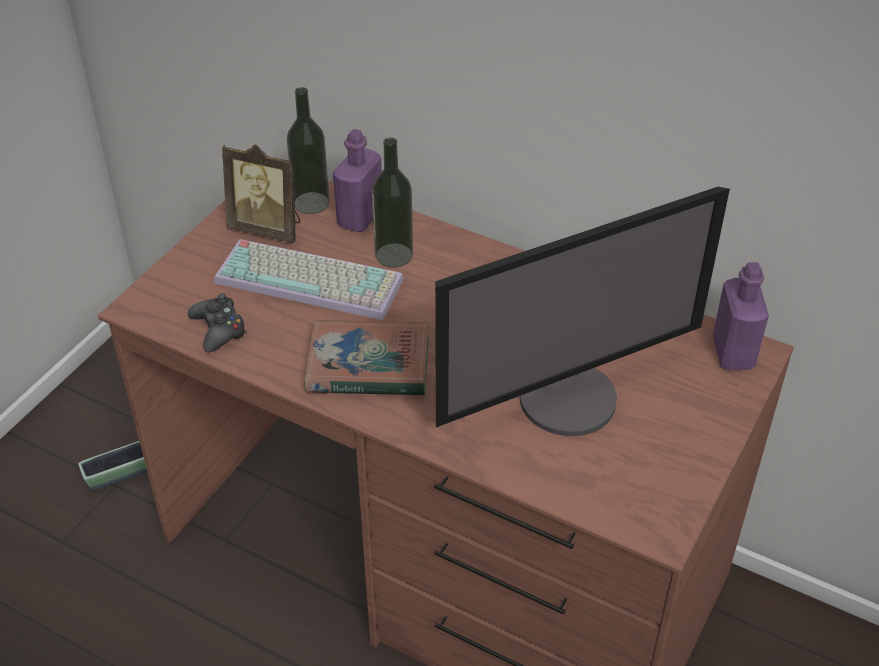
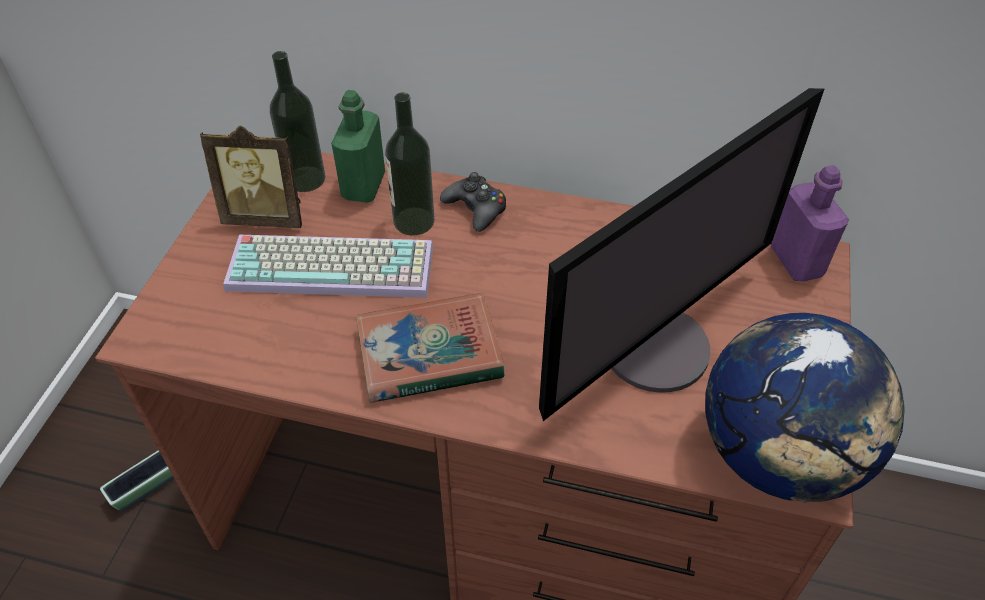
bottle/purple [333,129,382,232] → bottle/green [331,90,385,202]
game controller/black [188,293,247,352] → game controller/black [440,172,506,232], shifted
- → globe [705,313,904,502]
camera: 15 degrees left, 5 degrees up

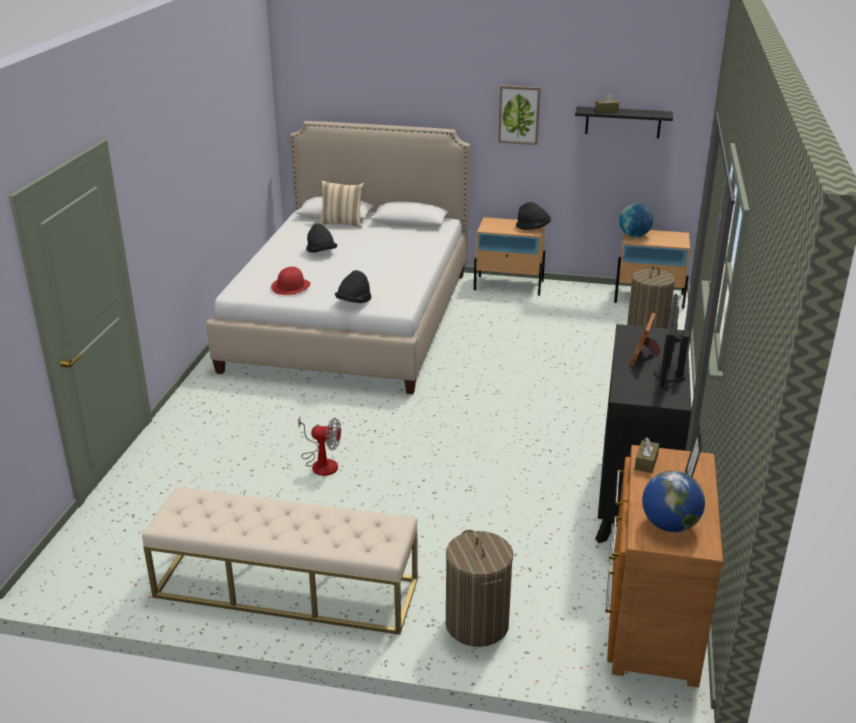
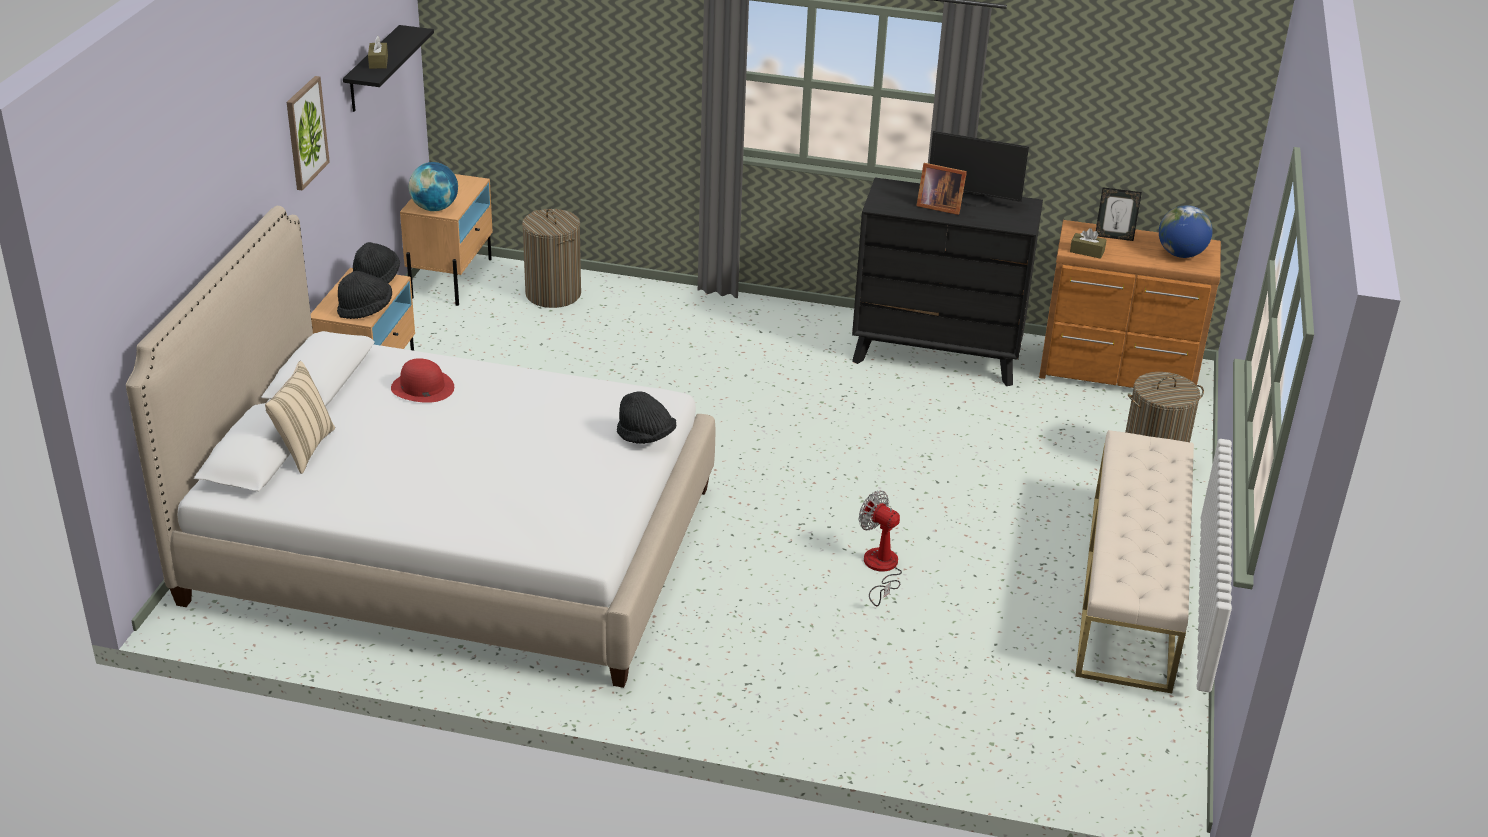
hat/black [306,223,337,253] → hat/black [337,271,392,319], shifted
hat/red [271,267,311,295] → hat/red [391,358,454,403], shifted
fan [298,417,341,476] → fan [859,490,902,606], 60 degrees counterclockwise
camera: 90 degrees left, 5 degrees up

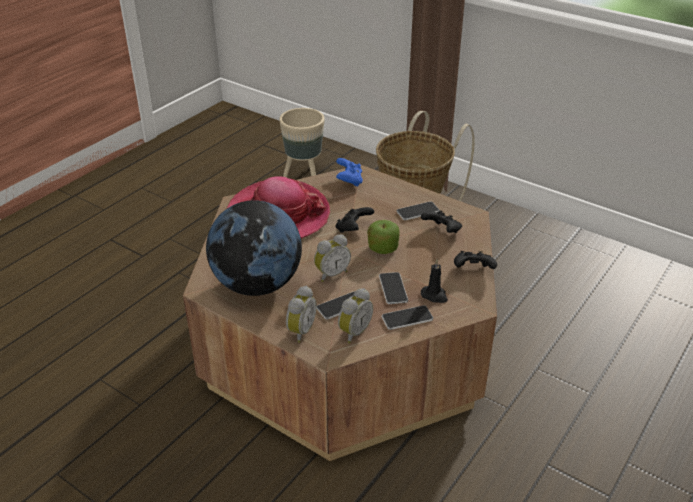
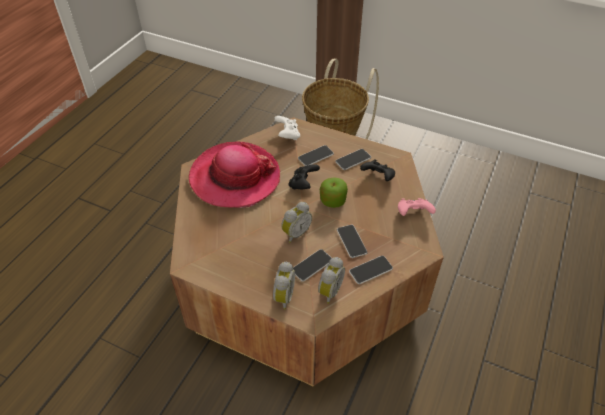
game controller/blue [336,158,363,187] → game controller/white [275,116,300,140]
- → phone [298,145,334,166]
game controller/black [454,251,497,269] → game controller/pink [398,198,436,216]
globe [206,200,302,296] → -
planter/beige [279,108,325,178] → -
candle/black [421,259,448,303] → -
camera: 10 degrees left, 10 degrees up

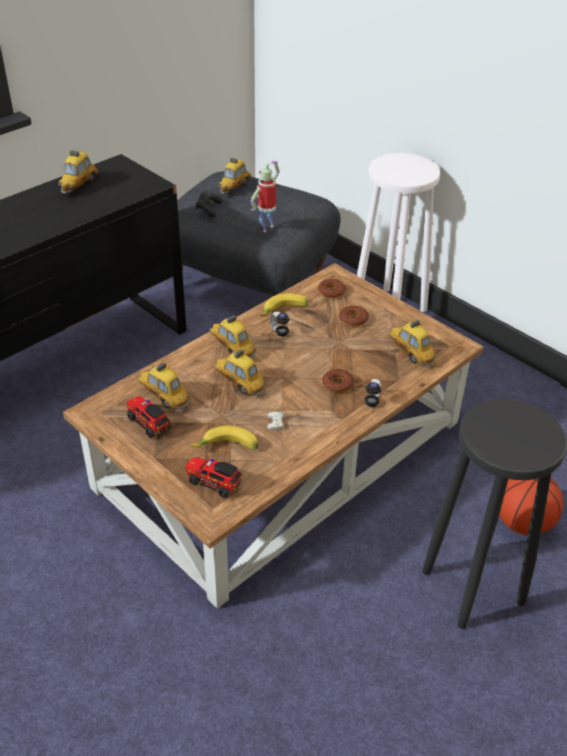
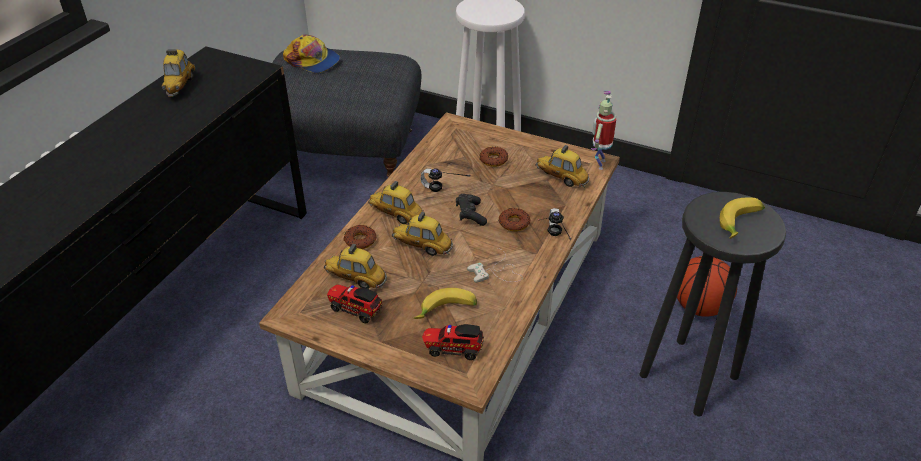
toy car [218,158,251,194] → cap [283,35,340,73]
donut [317,278,346,298] → donut [343,225,376,249], shifted
game controller/black [196,191,222,217] → game controller/black [456,194,487,226], shifted
toy robot [251,161,280,232] → toy robot [591,91,616,170], shifted
banana [259,293,309,316] → banana [720,197,765,239], shifted
camera: 20 degrees left, 0 degrees up

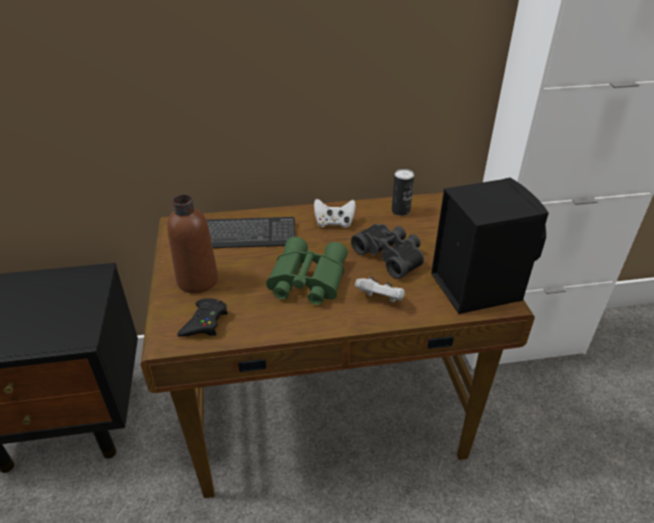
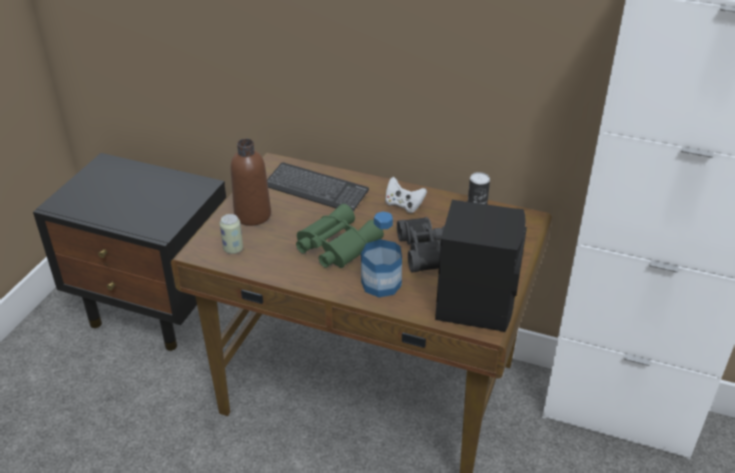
game controller/black [177,298,228,337] → can [220,214,243,254]
game controller/white [355,276,405,303] → bottle [361,211,402,297]
camera: 30 degrees right, 0 degrees up

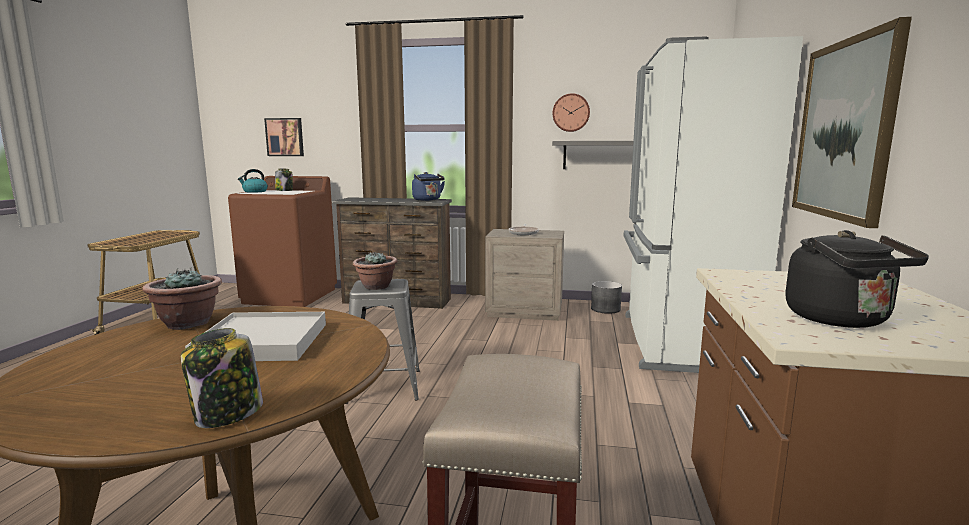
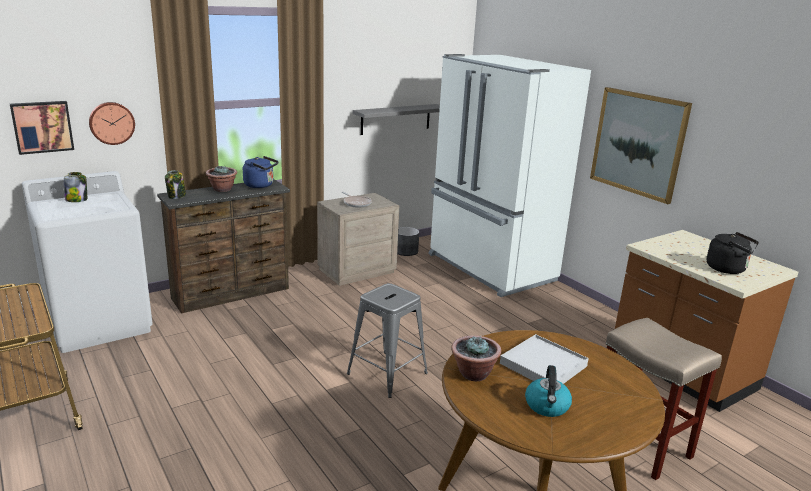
washing machine/brown [228,176,337,307] → washing machine/white [22,171,153,353]
wall clock [553,93,590,132] → wall clock [89,102,135,145], shifted
jar [181,328,263,428] → jar [165,170,186,199], shifted
potted plant [353,252,397,290] → potted plant [206,165,237,192], shifted
kettle [238,169,268,193] → kettle [525,365,572,417], shifted
camera: 45 degrees left, 10 degrees up

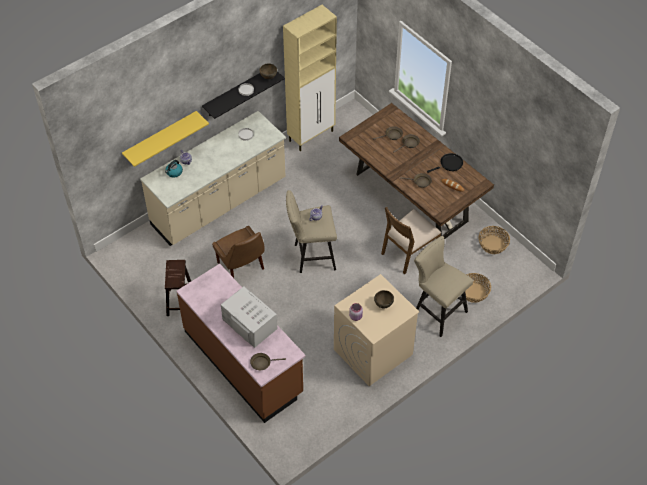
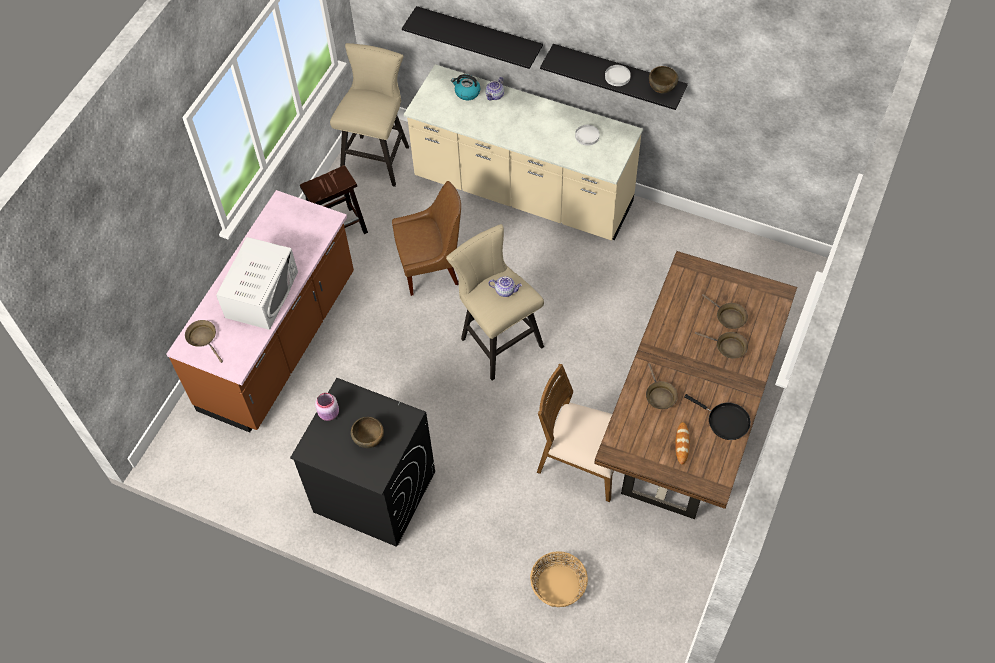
washing machine/beige [334,274,419,386] → washing machine/black [290,378,435,547]
stool/beige [414,236,473,337] → stool/beige [330,43,409,187], shifted
chair/brown [212,226,265,278] → chair/brown [392,181,461,296], 135 degrees counterclockwise
shelf/yellow [122,111,209,167] → shelf/black [402,6,543,69]
cabinet/beige [283,5,337,151] → -
basket [479,226,510,254] → -
camera: 65 degrees right, 5 degrees up

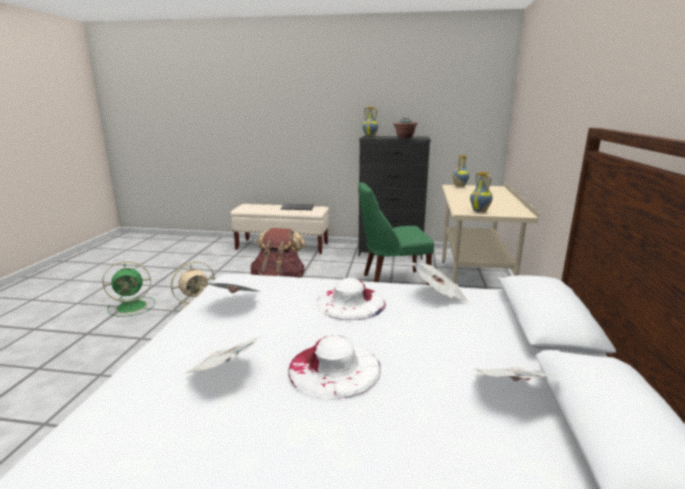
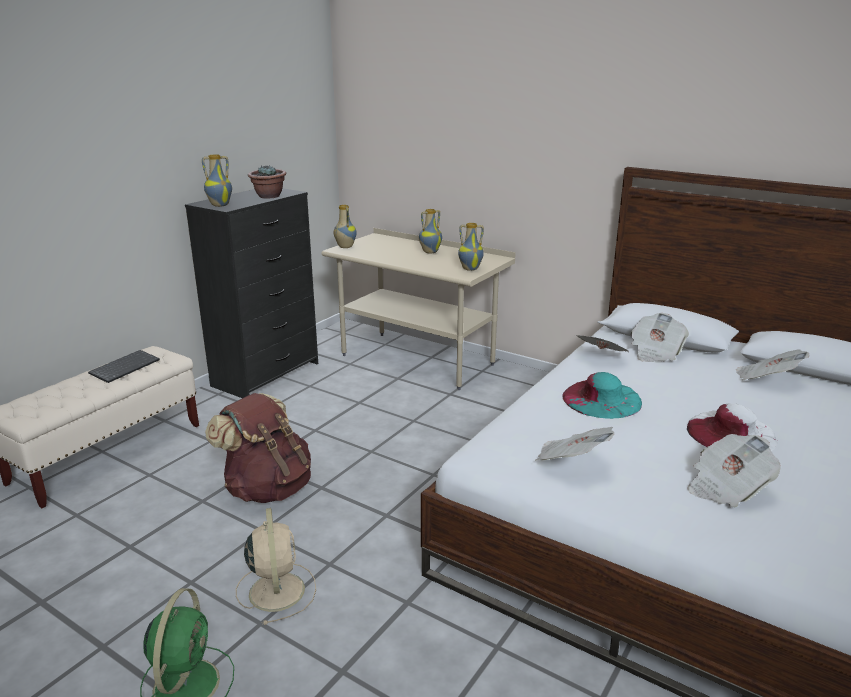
- → vase [419,209,442,253]
hat/white [316,278,386,320] → hat/turquoise [562,372,642,419]
- → newspaper [630,313,689,362]
chair/green [358,182,434,285] → -
camera: 65 degrees left, 5 degrees up

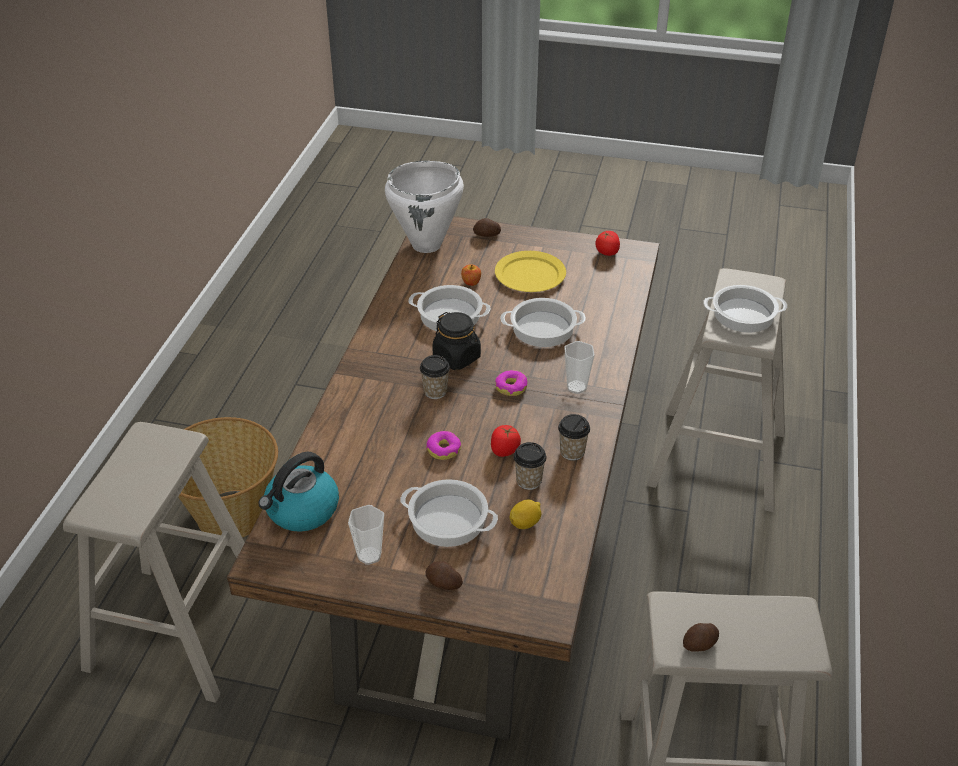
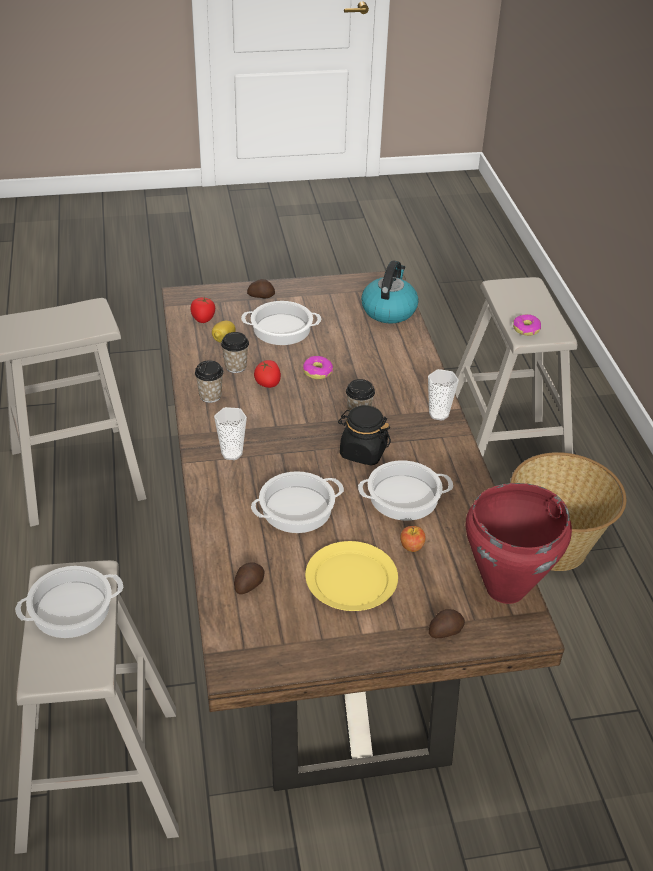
tomato [595,231,620,256] → tomato [191,296,215,323], shifted
potato [683,623,719,652] → potato [234,562,264,594], shifted
cup [348,505,384,565] → cup [428,369,459,421], shifted
cooking pot/white [385,161,464,253] → cooking pot/red [465,483,572,604]
donut [495,370,527,396] → donut [513,314,541,336], shifted
camera: 155 degrees right, 0 degrees up

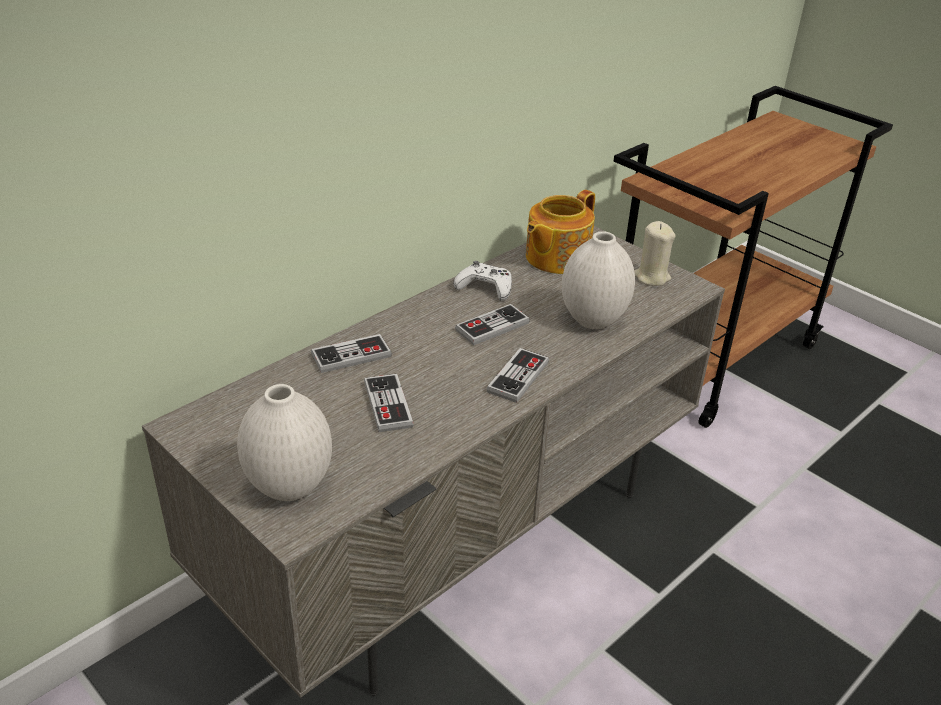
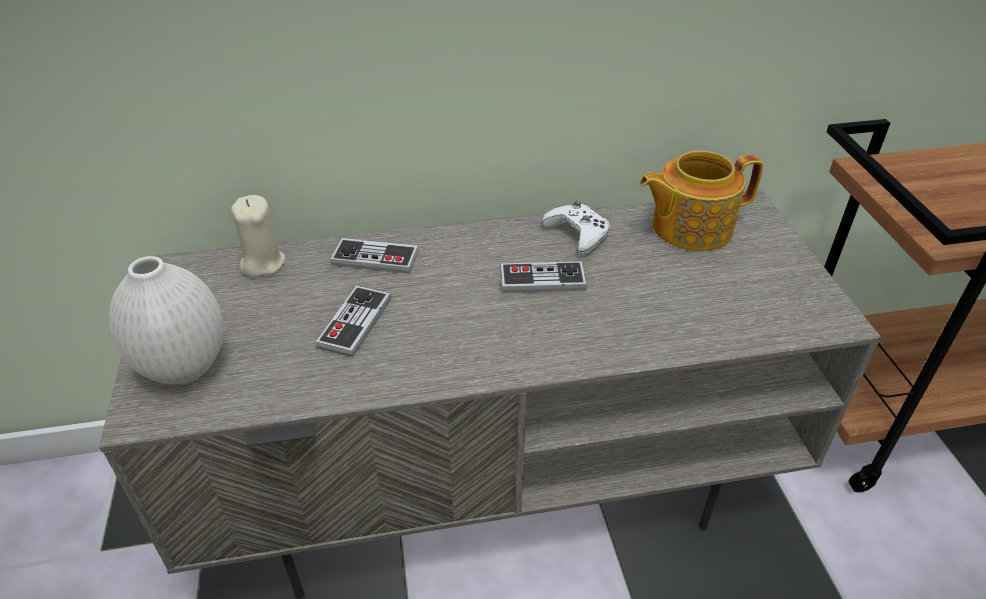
candle/beige [634,221,676,286] → candle/beige [231,195,285,277], shifted
game controller [487,348,549,403] → -
vase/white [562,231,635,329] → -
camera: 35 degrees right, 5 degrees up

